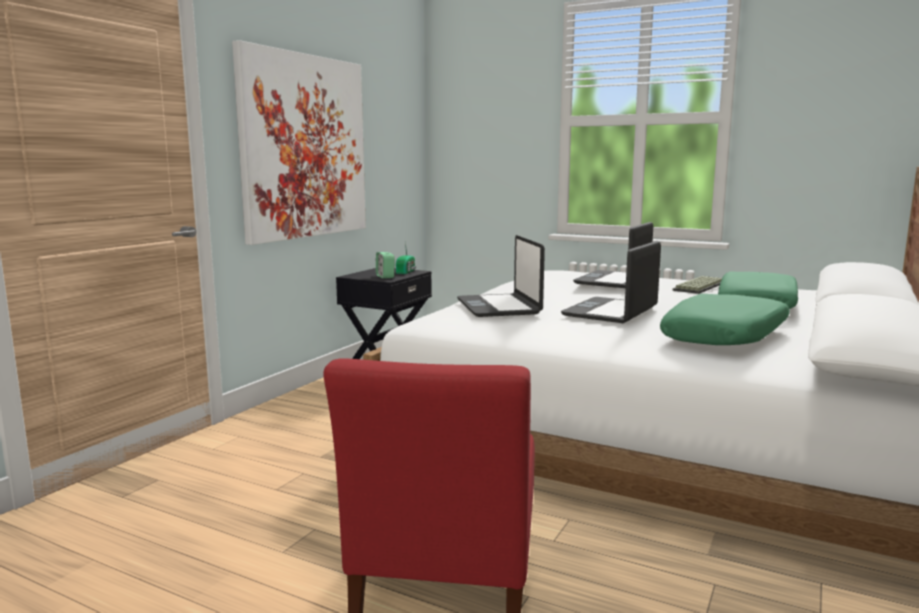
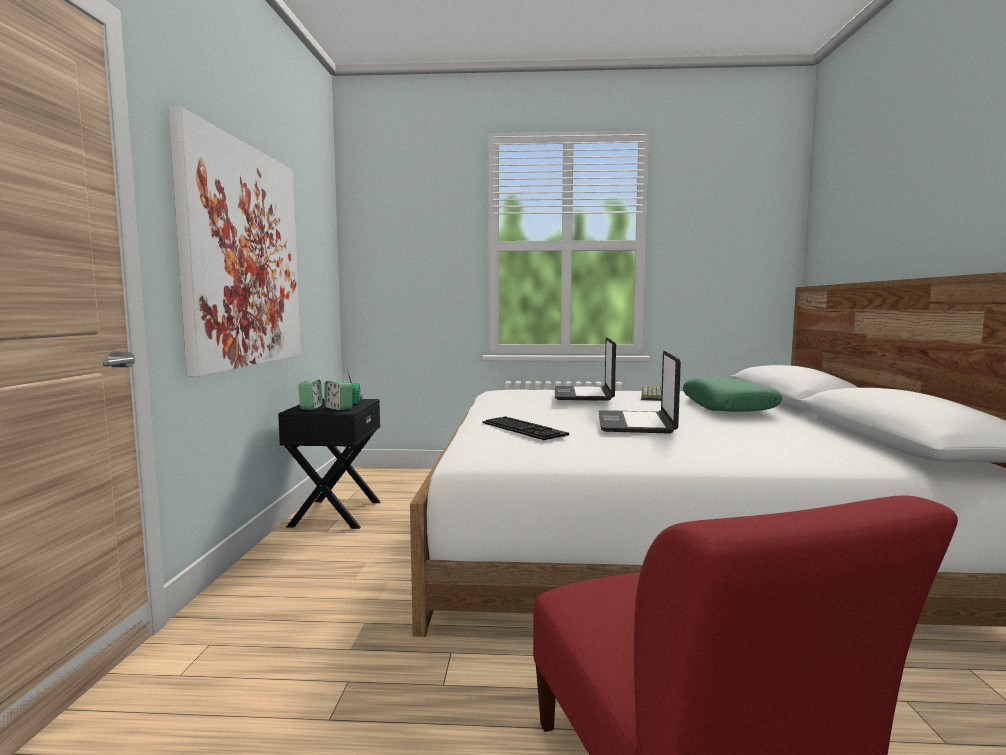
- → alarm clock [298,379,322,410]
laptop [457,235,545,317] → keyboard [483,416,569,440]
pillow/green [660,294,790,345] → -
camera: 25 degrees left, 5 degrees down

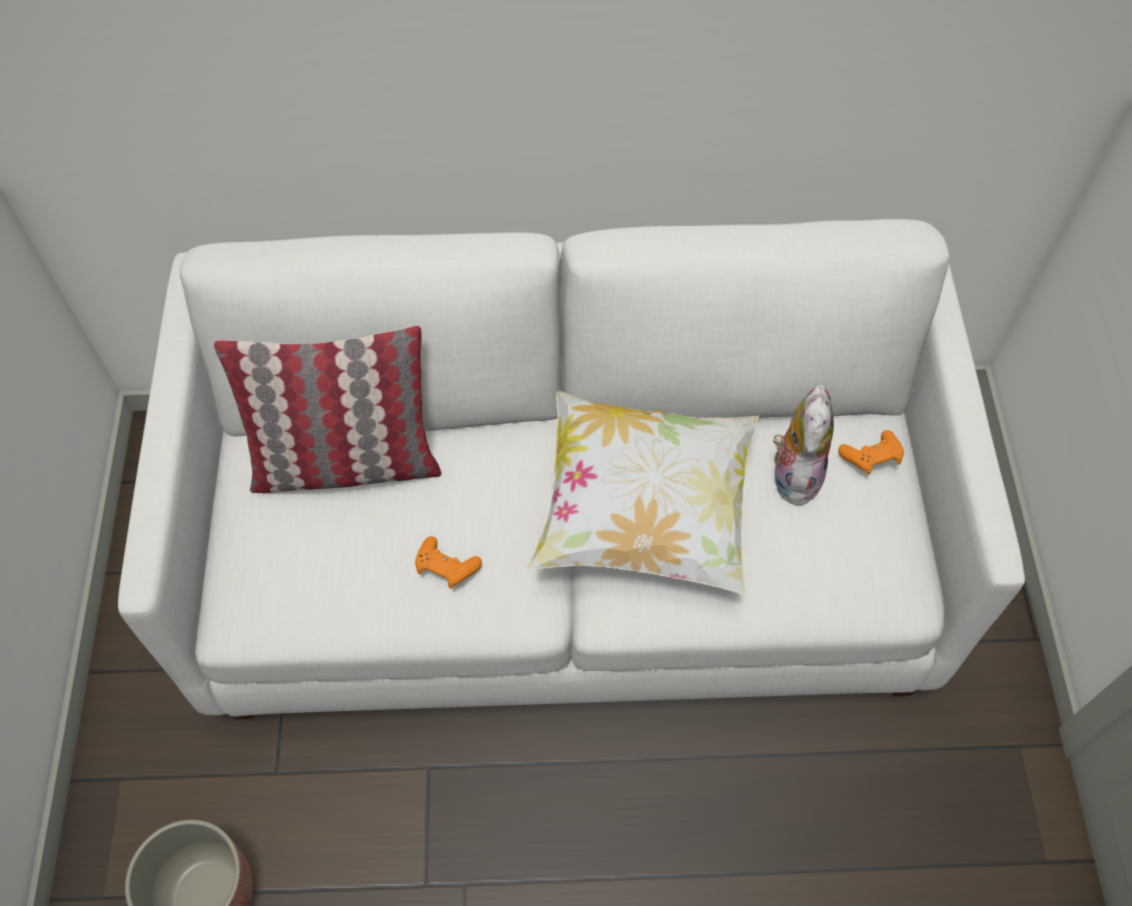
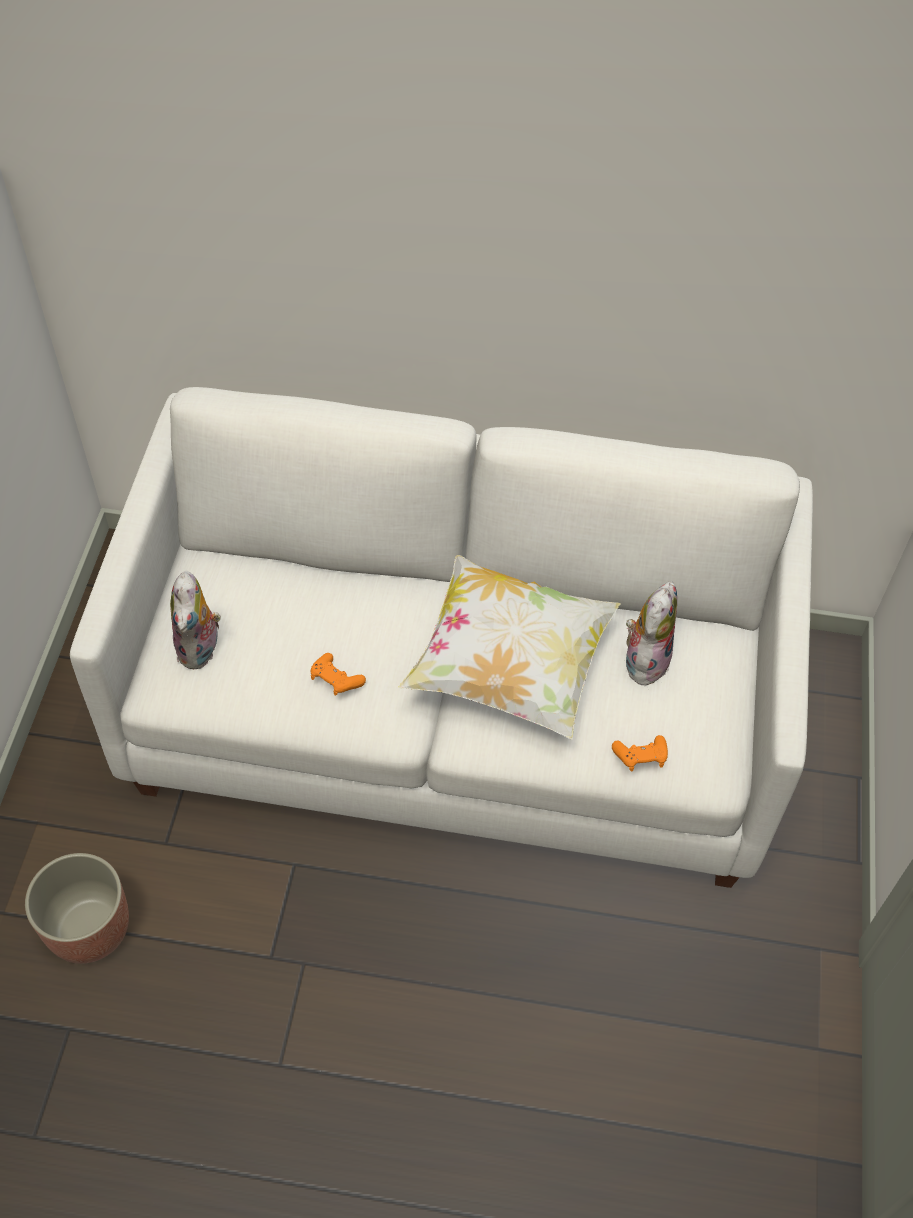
- → plush toy [170,571,221,670]
game controller/orange [838,430,904,475] → game controller/orange [612,735,668,771], shifted
pillow [214,325,441,493] → -
camera: 10 degrees right, 5 degrees down

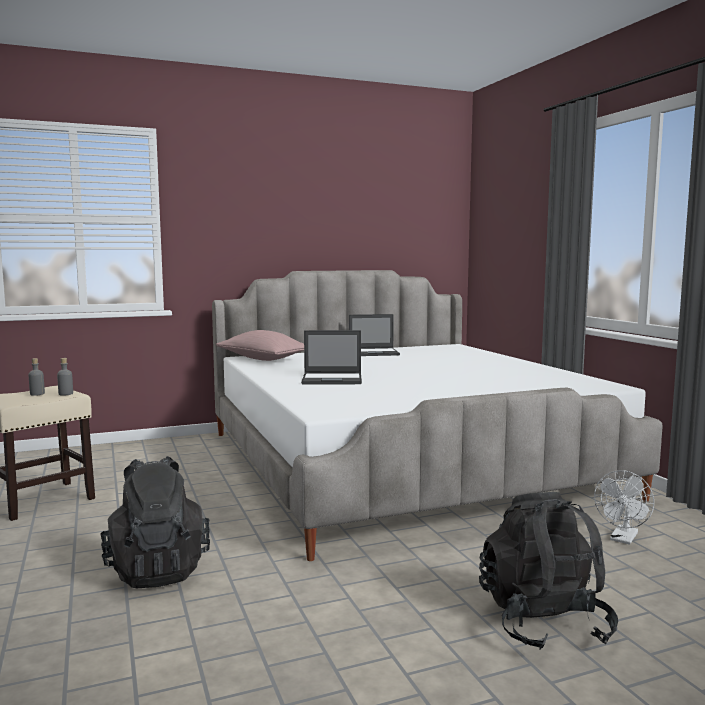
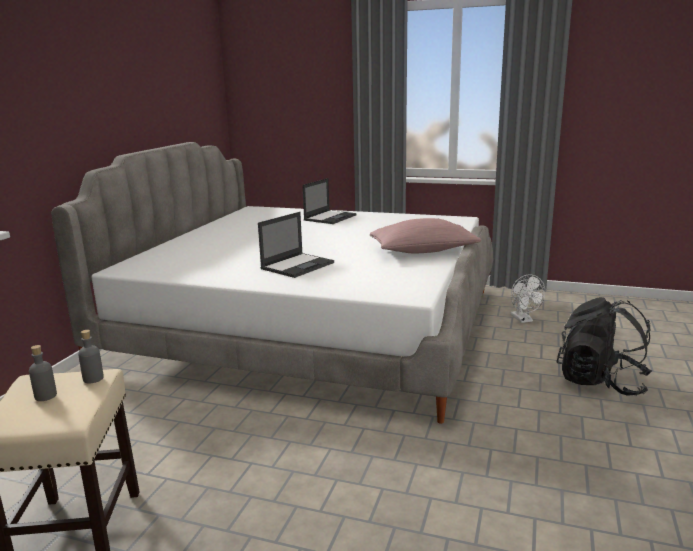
laptop [349,314,400,356] → laptop [302,178,357,224], shifted
pillow/pink [216,330,304,361] → pillow/pink [370,218,481,253], shifted
backpack/black [100,456,210,588] → -
camera: 50 degrees left, 10 degrees up

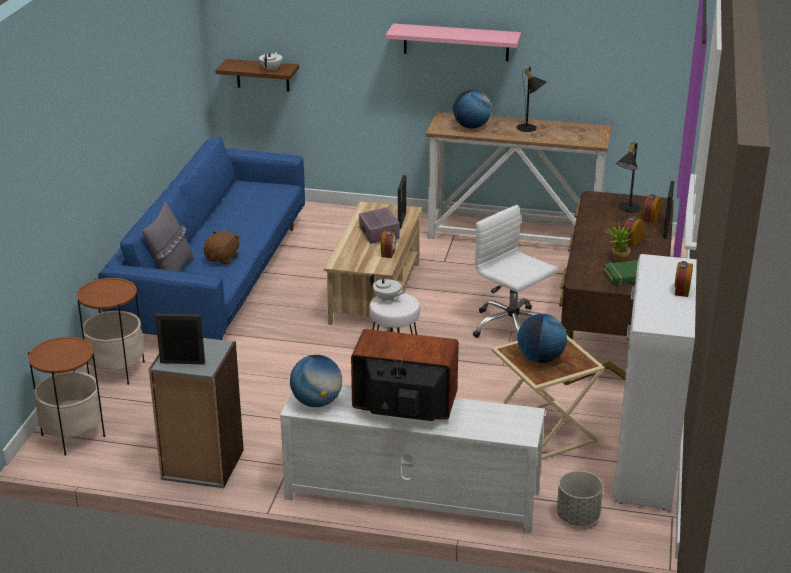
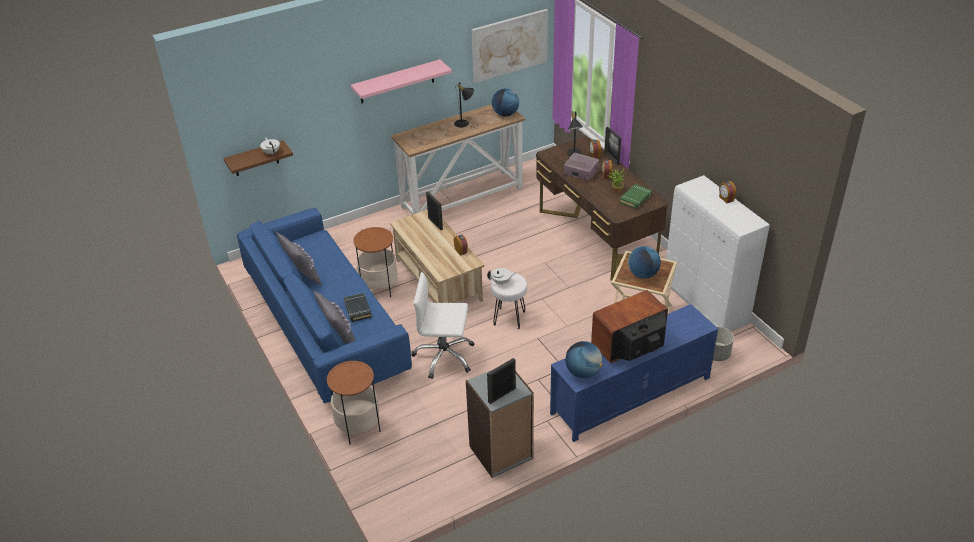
- → pillow/grey [276,232,322,286]
plush toy/brown [204,231,240,265] → book/black [344,293,372,322]
side table [28,336,105,456] → side table [353,227,398,297], shifted
office chair/white [473,205,558,341] → office chair/white [411,272,475,379], shifted
- → picture [472,9,548,83]
globe [453,90,492,129] → globe [492,88,519,116], shifted
tv stand/white [280,384,545,533] → tv stand/blue [550,304,718,442]
radio [359,207,400,244] → radio [564,153,599,181], shifted
camera: 40 degrees left, 10 degrees up

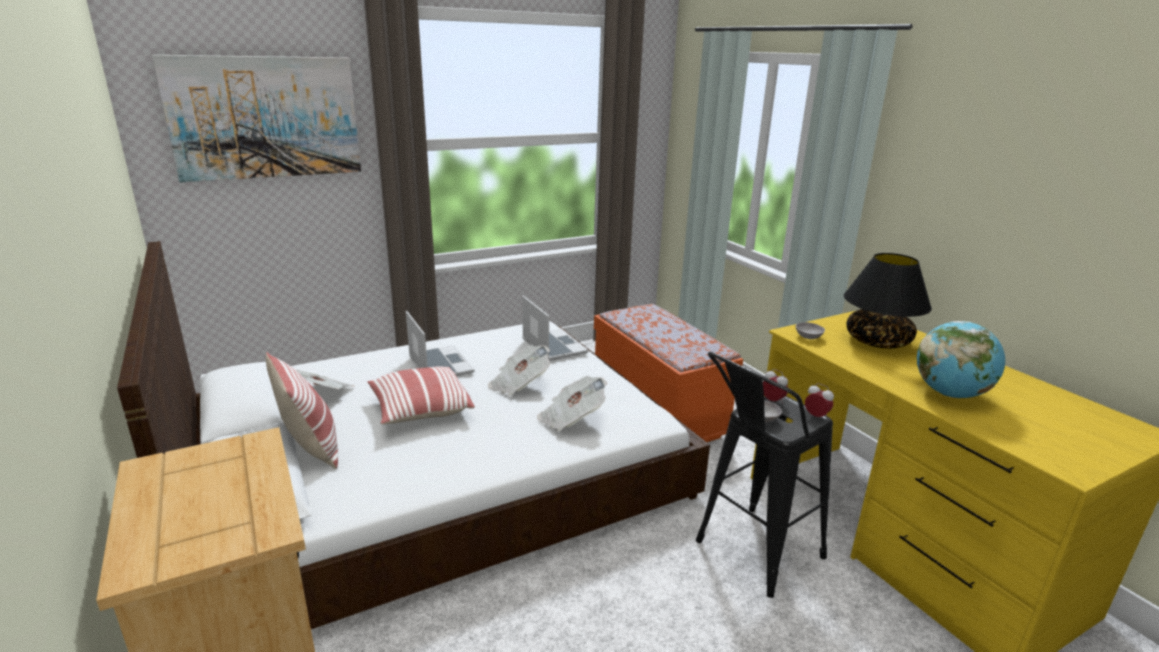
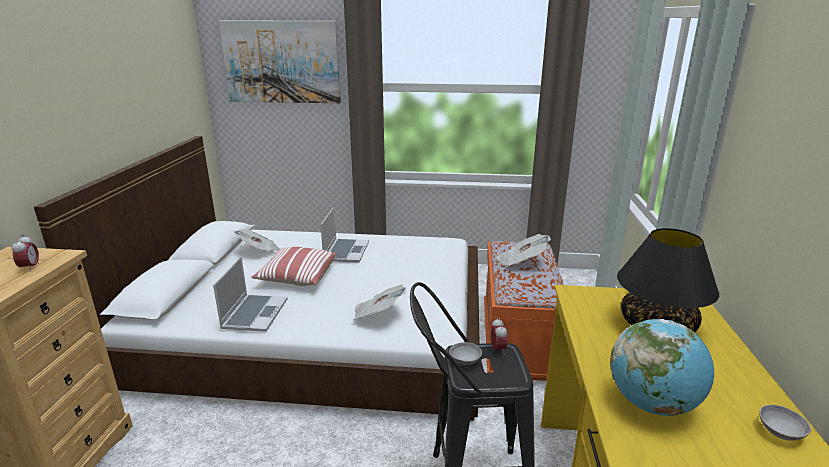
alarm clock [805,383,834,418] → alarm clock [12,234,39,272], shifted
laptop [522,296,588,361] → laptop [213,257,288,332], shifted
newspaper [488,345,550,395] → newspaper [497,234,551,267], shifted
bowl/grey [796,322,825,339] → bowl/grey [759,405,811,441], shifted
pillow [266,352,338,469] → -
camera: 35 degrees right, 0 degrees up

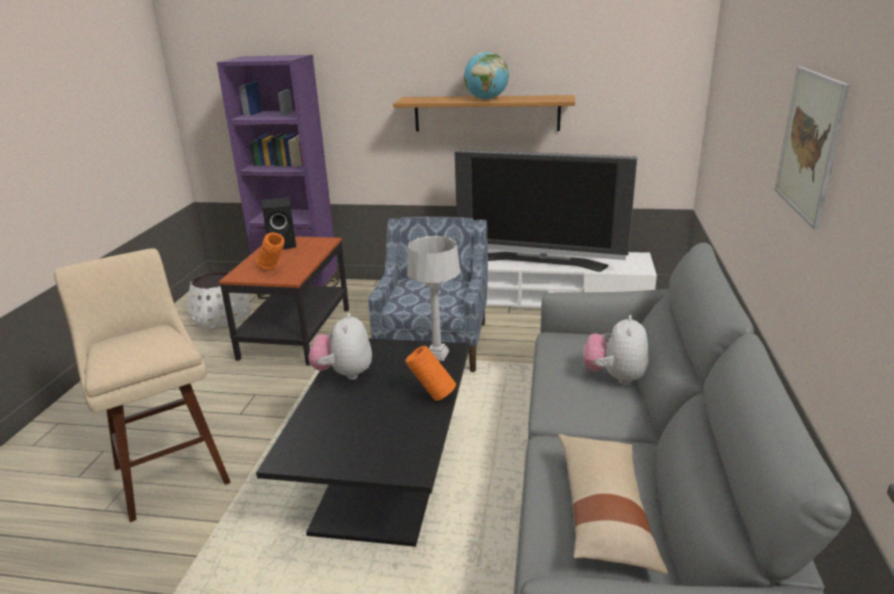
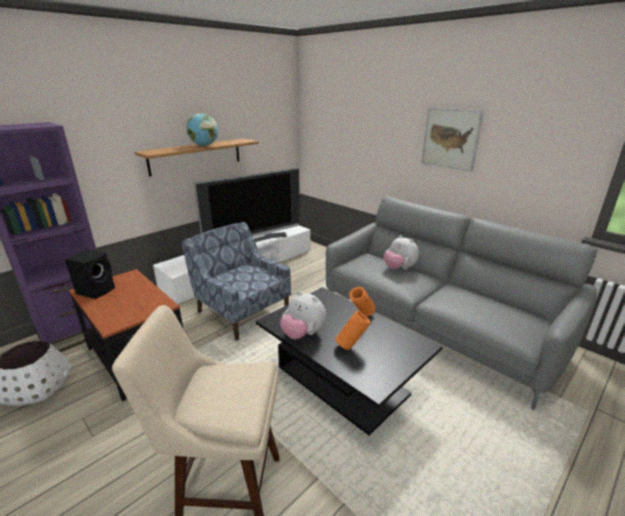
vase/orange [256,232,284,270] → vase/orange [336,311,371,350], shifted
table lamp/grey [407,236,461,361] → -
pillow/beige [558,434,668,574] → -
camera: 55 degrees left, 0 degrees up

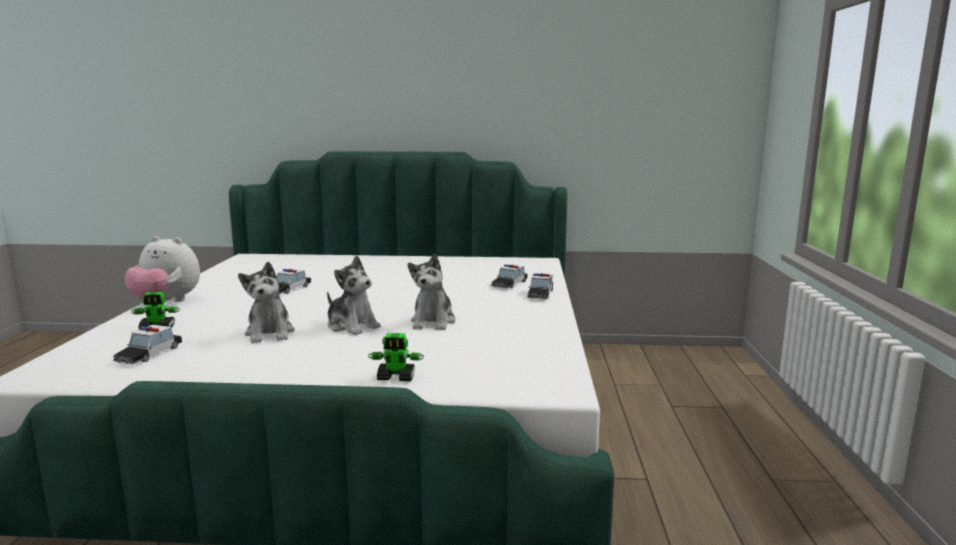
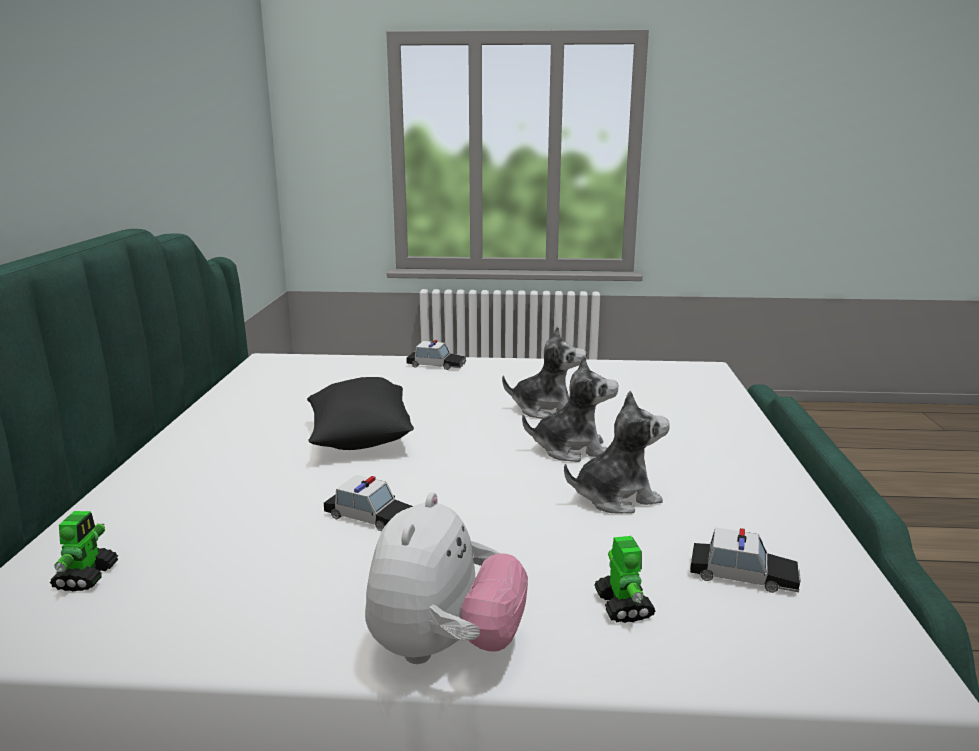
toy robot [368,333,424,381] → toy robot [50,511,118,592], shifted
- → pillow/black [307,377,414,450]
plush toy [327,256,381,335] → plush toy [522,355,619,462], 45 degrees clockwise
toy car [491,264,528,289] → -
camera: 90 degrees left, 5 degrees up

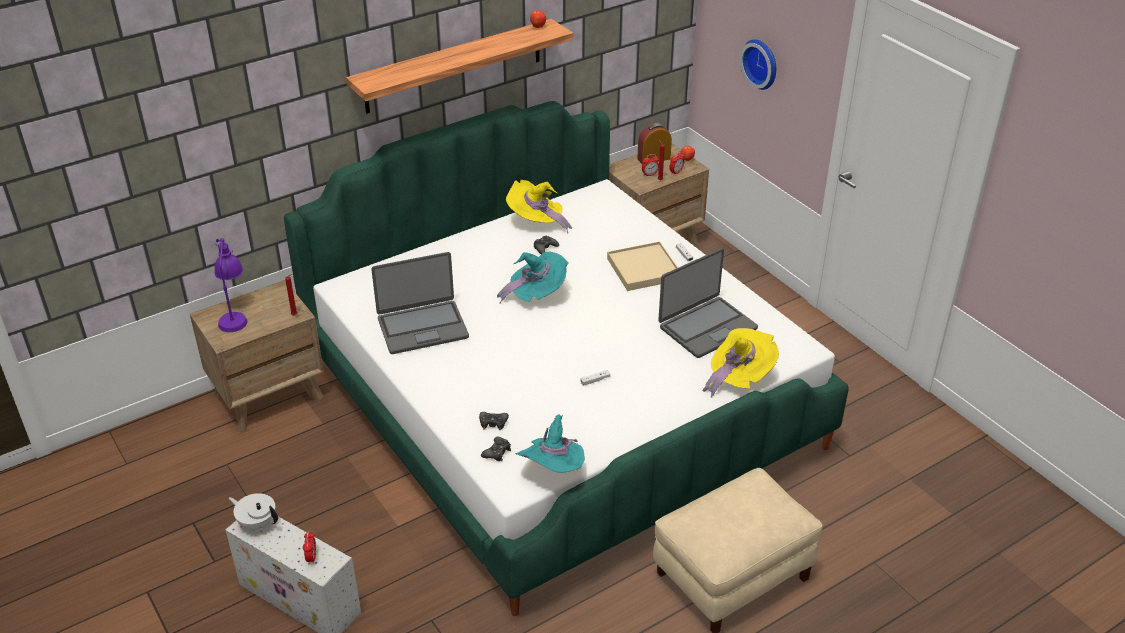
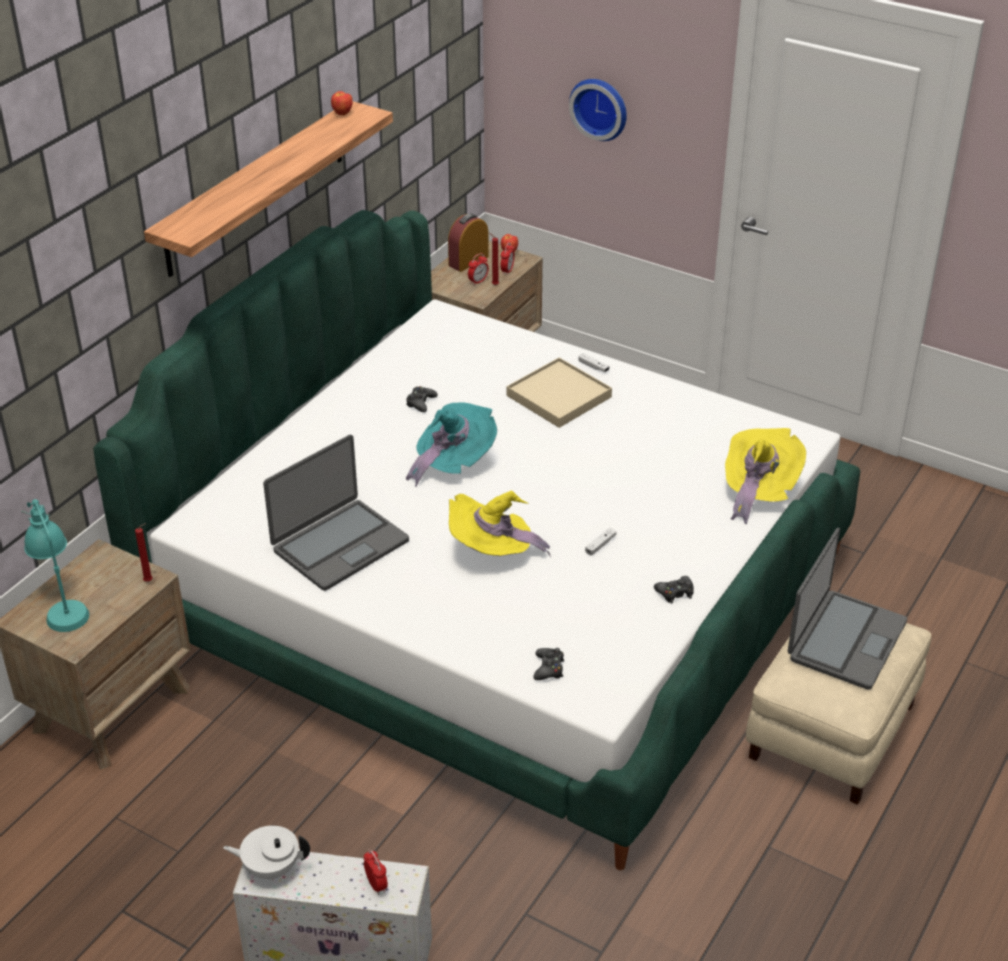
table lamp/purple [214,238,247,332] → table lamp/turquoise [21,499,89,632]
hat/yellow [506,180,572,233] → hat/yellow [449,491,551,558], shifted
game controller/black [479,412,509,430] → game controller/black [654,576,694,604], shifted
laptop [658,248,758,358] → laptop [788,528,907,690], shifted
hat/turquoise [516,414,585,473] → -
camera: 25 degrees left, 0 degrees up

